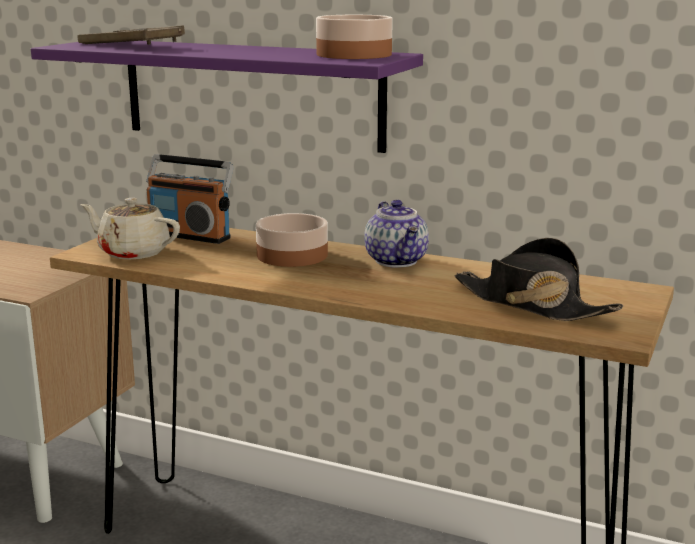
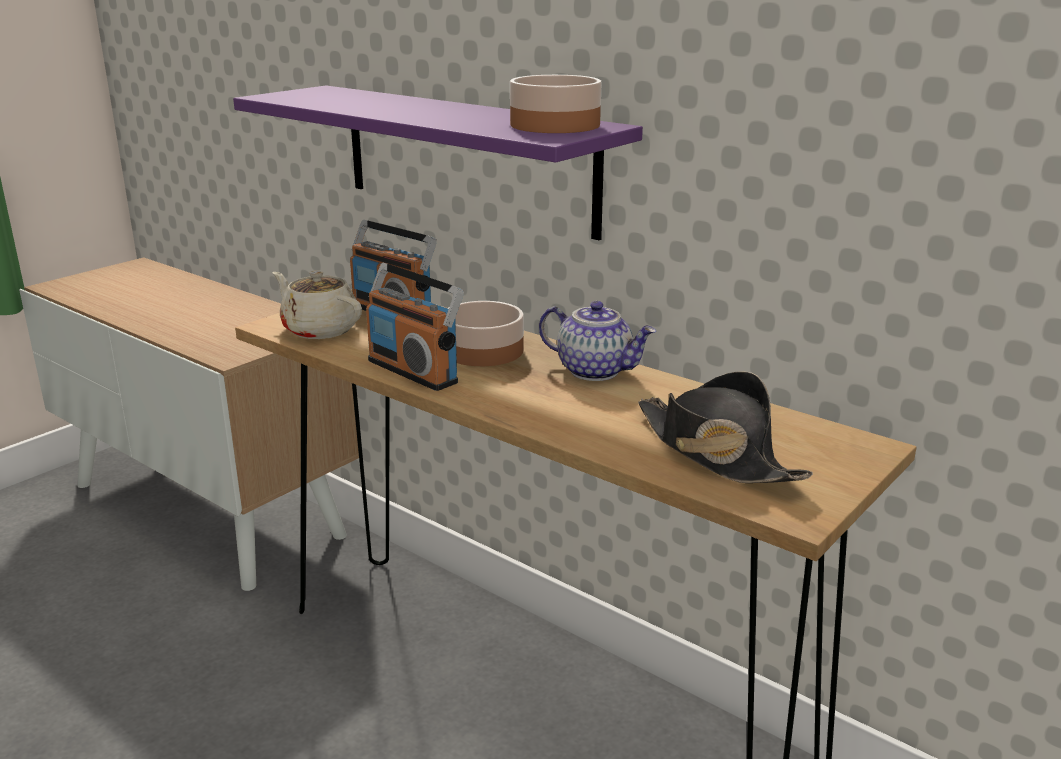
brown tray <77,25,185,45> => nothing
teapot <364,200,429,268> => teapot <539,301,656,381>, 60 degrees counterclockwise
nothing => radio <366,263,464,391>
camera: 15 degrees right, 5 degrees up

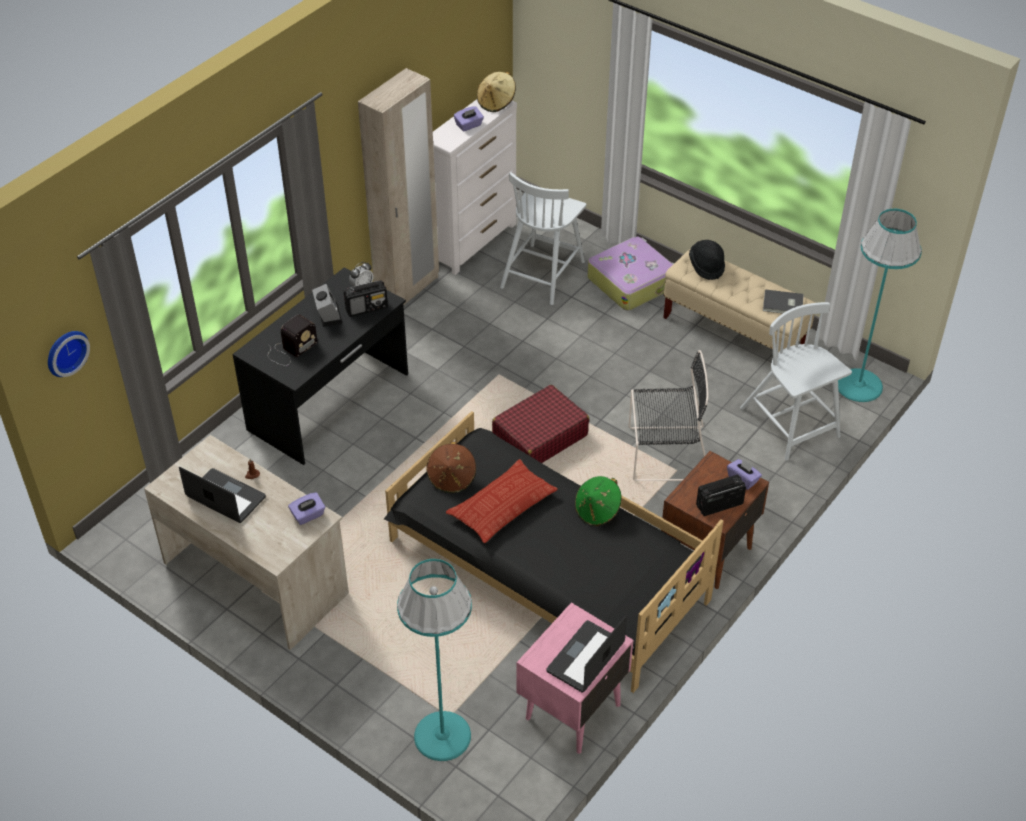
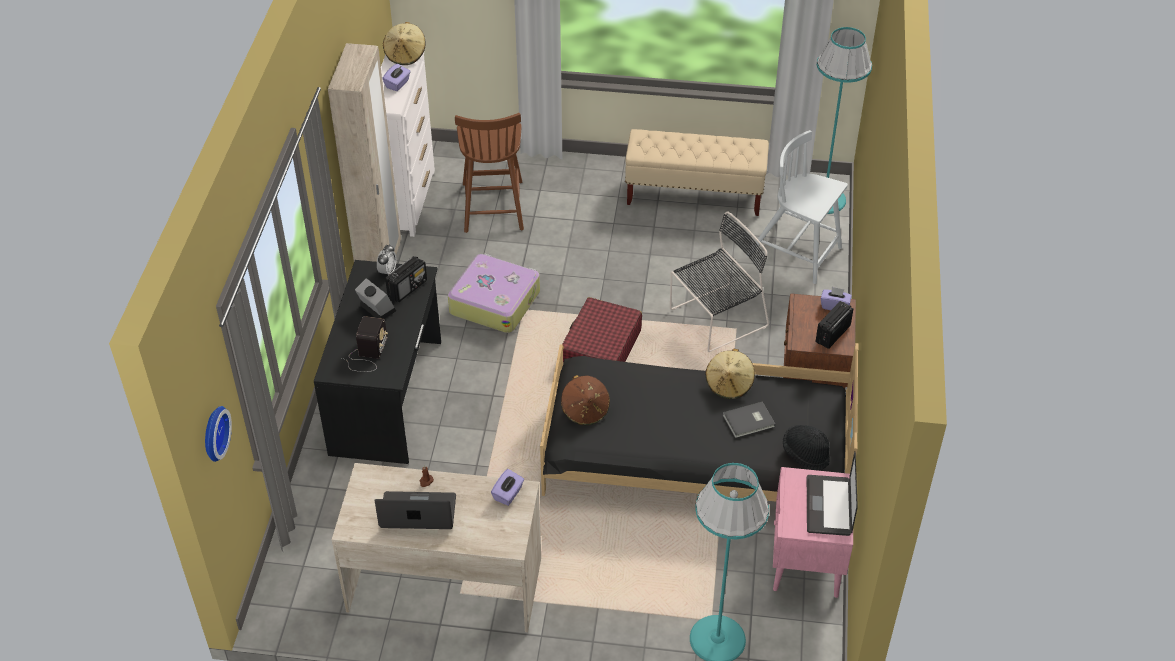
white chair <500,172,586,305> => brown chair <455,113,524,233>
suitcase <587,236,674,311> => suitcase <448,253,540,333>, moved
black hat <689,240,725,280> => black hat <783,425,830,471>, moved
grey book <763,289,804,313> => grey book <723,402,775,438>, moved
pillow <446,459,558,543> => nothing
green hat <575,476,622,526> => beige hat <706,348,755,399>
camera: 30 degrees left, 0 degrees up

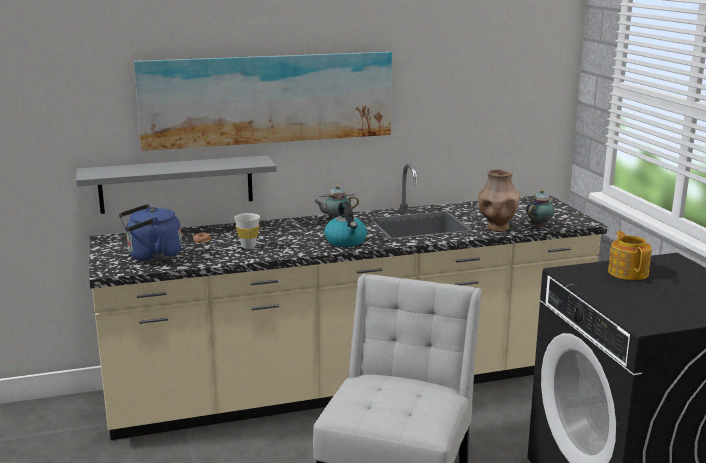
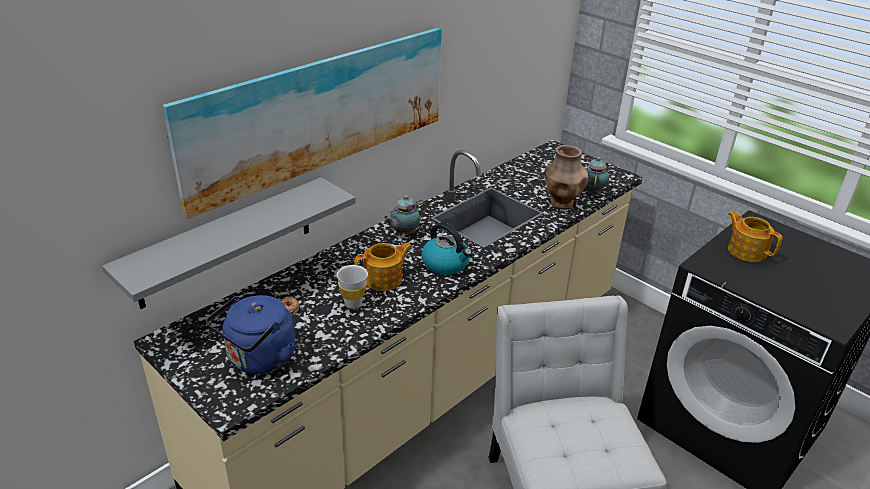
nothing => teapot <354,243,412,291>
camera: 30 degrees left, 15 degrees up

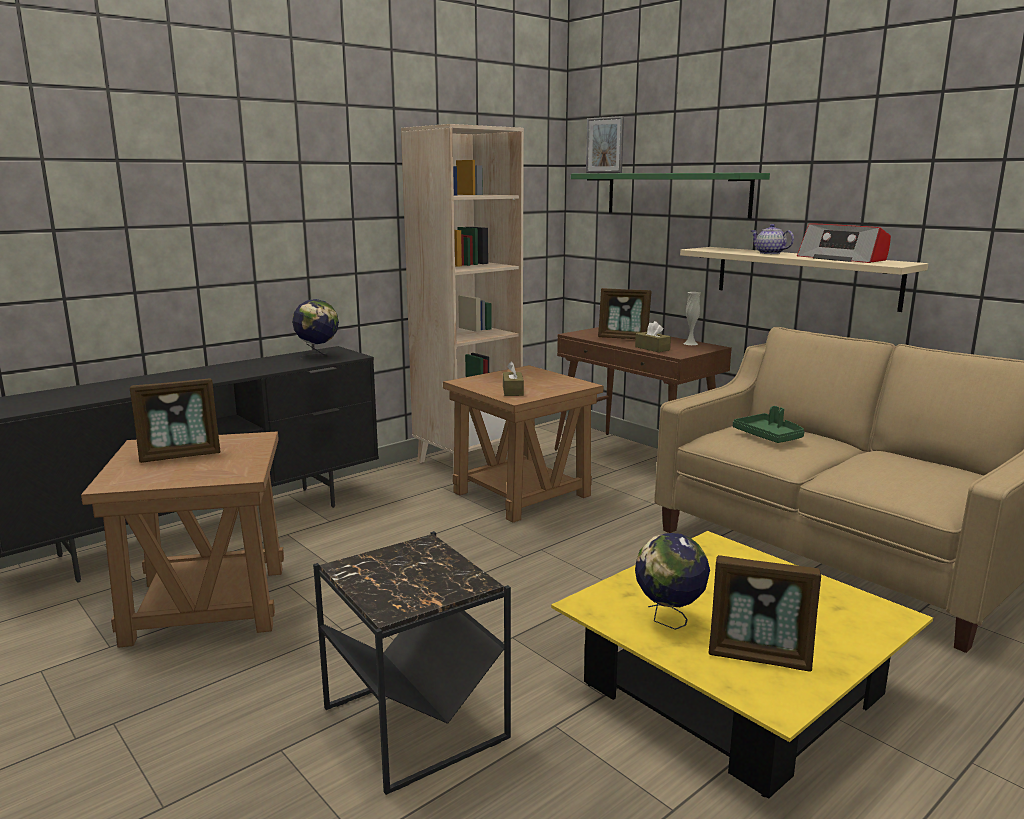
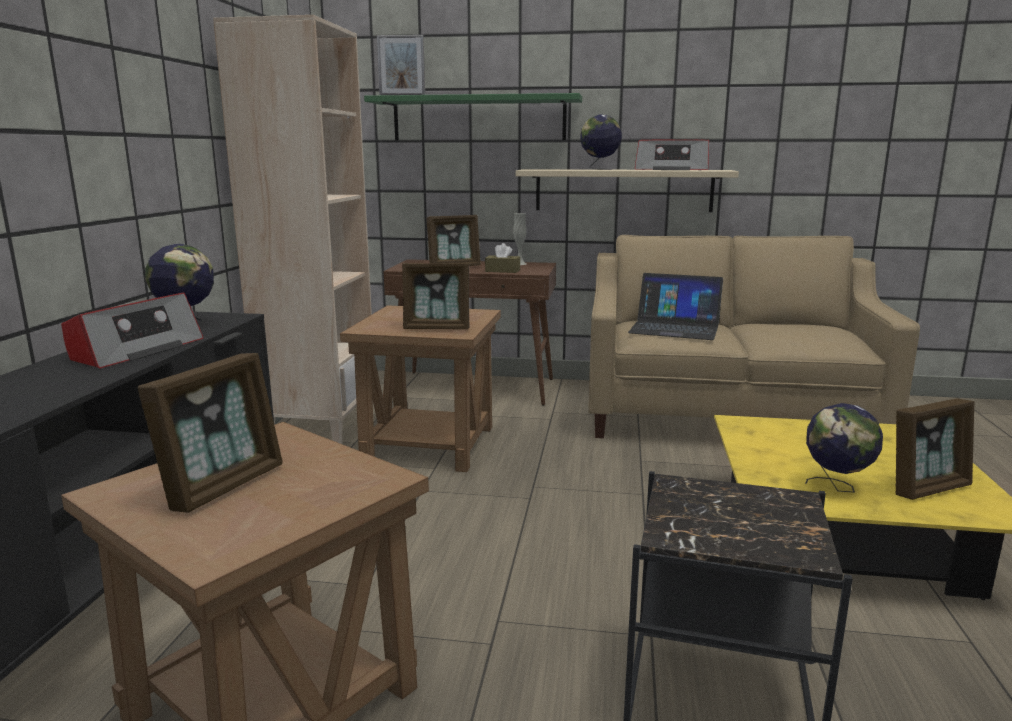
teapot <751,224,794,254> => globe <580,114,622,170>
brown tissue box <503,361,524,396> => picture frame <402,263,469,329>
green tray <733,406,805,443> => laptop <628,273,723,340>
nothing => radio <61,293,204,368>
camera: 40 degrees left, 0 degrees up

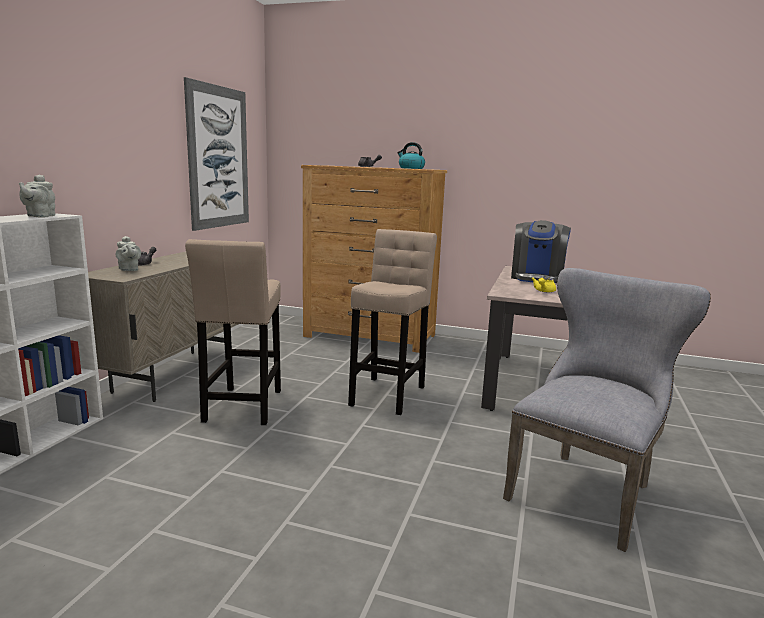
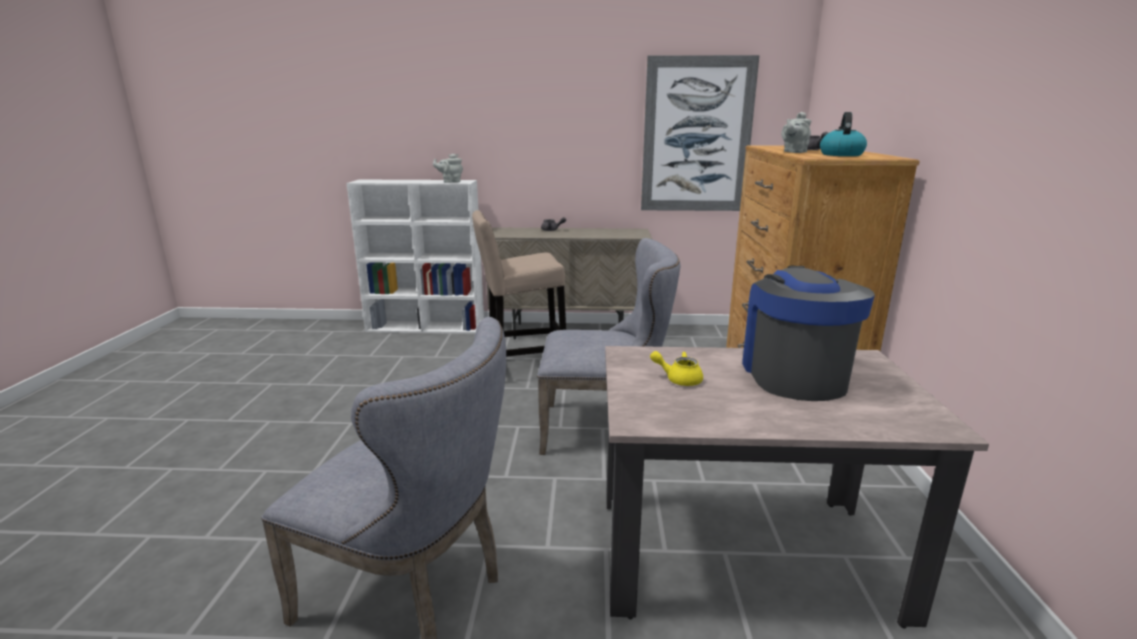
coffee machine <511,220,571,283> => coffee machine <742,266,875,401>, 90 degrees clockwise
beige stool <348,229,437,415> => grey chair <537,238,680,455>
grey teapot <116,236,141,271> => grey teapot <781,112,811,153>, moved
camera: 75 degrees right, 5 degrees up

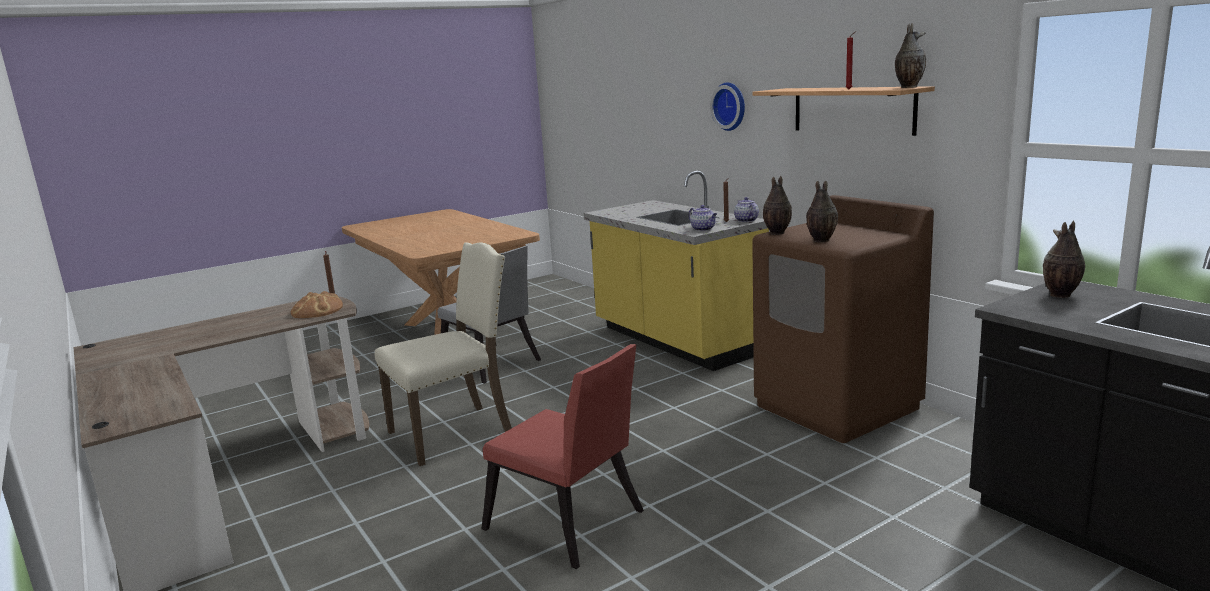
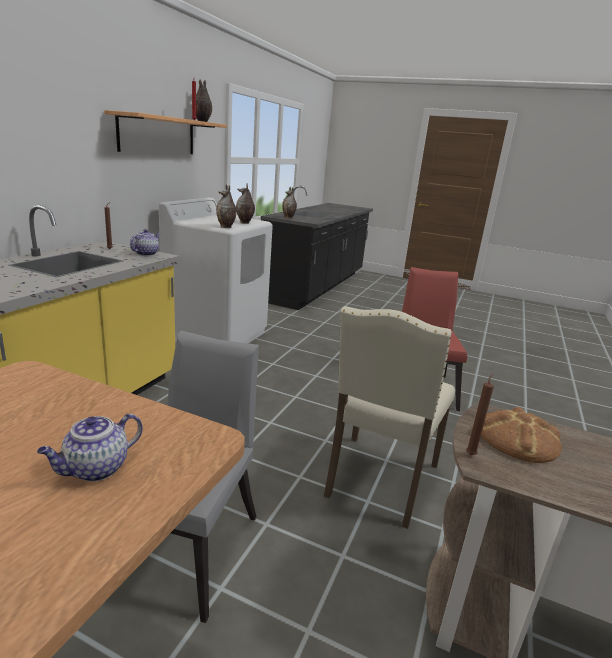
wall clock <710,83,745,131> => nothing
brown washing machine <752,195,934,443> => white washing machine <159,198,273,343>
teapot <734,197,759,222> => teapot <37,414,143,482>, moved
beige chair <375,242,512,466> => beige chair <324,306,455,529>, 90 degrees counterclockwise
camera: 125 degrees left, 5 degrees up

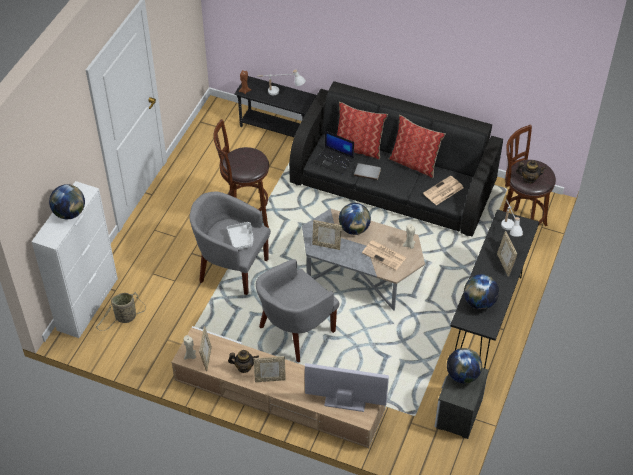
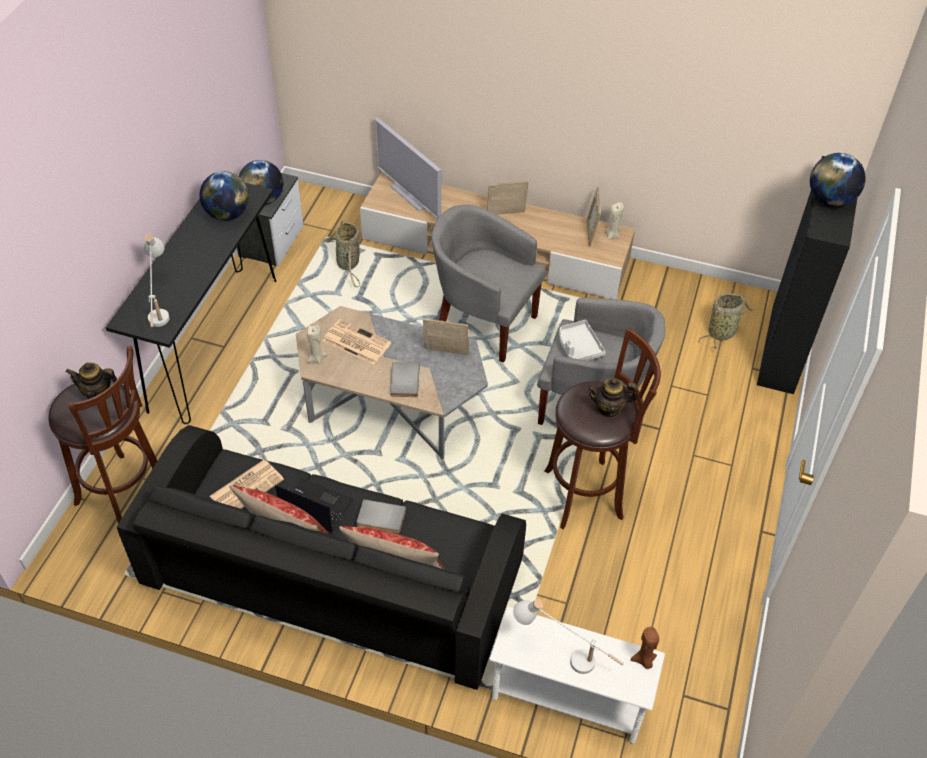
black side table <234,76,317,137> => white side table <489,607,665,744>
laptop <314,131,354,174> => laptop <275,478,354,532>, moved
white cabinet <32,181,118,338> => black cabinet <757,156,862,394>
globe <339,203,371,235> => grey book <390,362,420,397>
picture frame <497,231,517,276> => nothing
grey armchair <256,259,340,362> => grey armchair <432,205,547,363>, 105 degrees counterclockwise
teapot <228,350,259,373> => teapot <587,378,638,418>, moved
television <305,363,389,412> => television <375,118,441,219>, 45 degrees clockwise
nothing => basket <327,219,360,287>
camera: 175 degrees right, 0 degrees up

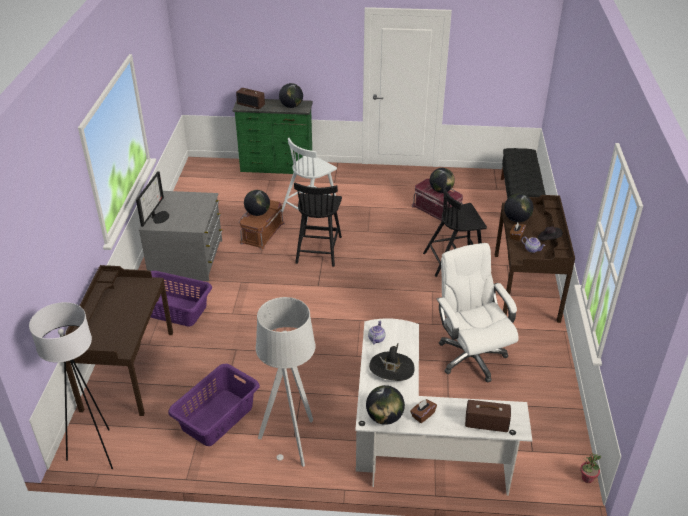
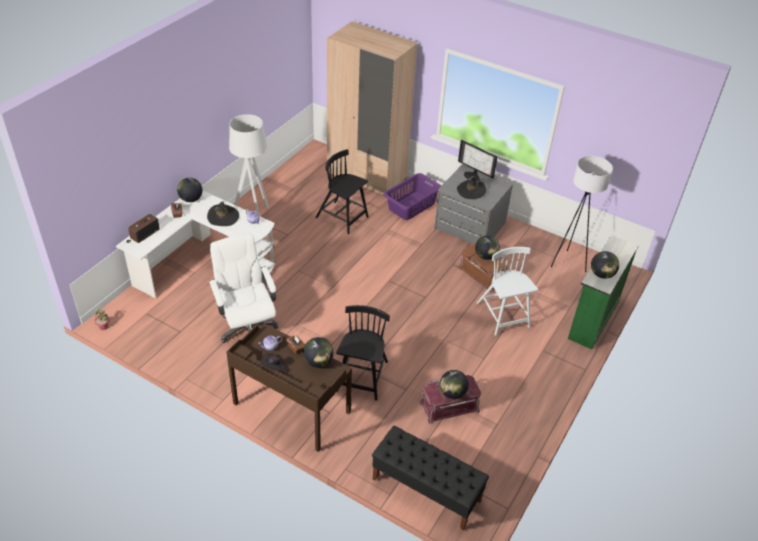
radio <236,88,265,109> => nothing
black chair <294,183,342,267> => black chair <315,149,368,234>, moved
white office chair <436,243,518,383> => white office chair <209,234,278,343>, 120 degrees counterclockwise
brown desk <64,265,173,416> => beige wardrobe <327,21,418,195>
white floor lamp <29,302,113,469> => white floor lamp <551,156,613,272>, moved
purple laundry basket <168,364,260,446> => nothing
nothing => black hat <457,176,487,199>
camera: 115 degrees right, 5 degrees up

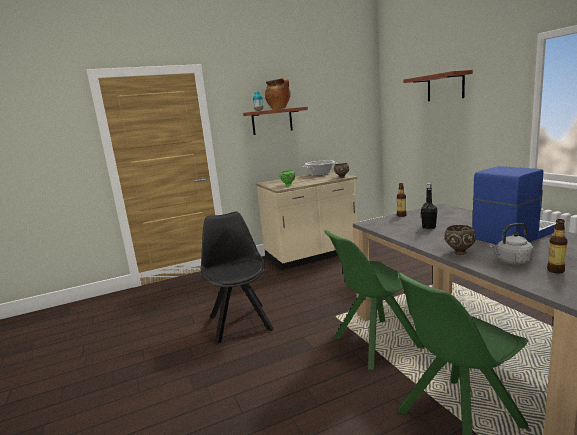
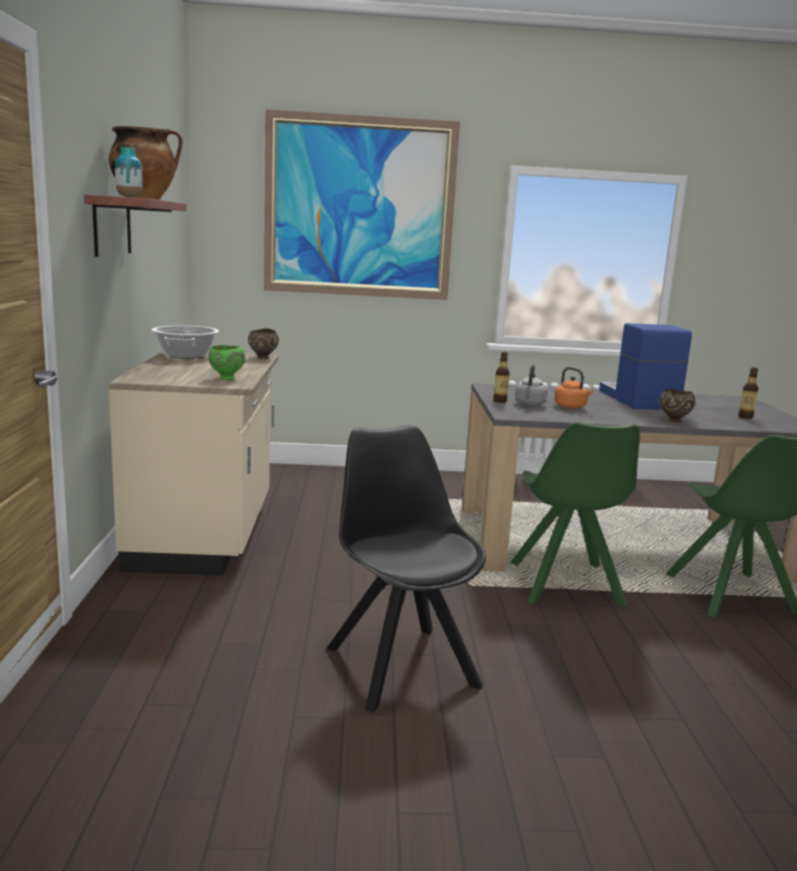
shelf <403,70,473,101> => picture <264,109,460,300>
black bottle <421,183,437,229> => orange kettle <554,367,593,409>
black chair <201,211,274,344> => black chair <327,425,486,713>, 60 degrees clockwise
grey kettle <489,223,534,265> => grey kettle <515,364,548,406>, moved
camera: 70 degrees left, 0 degrees up

